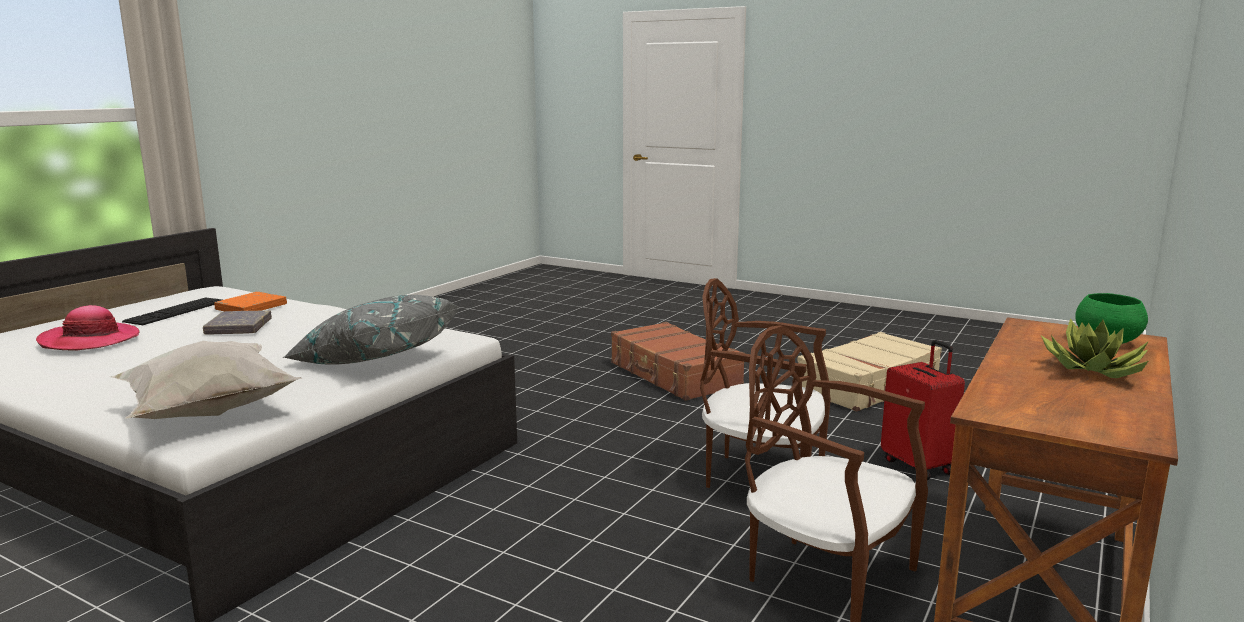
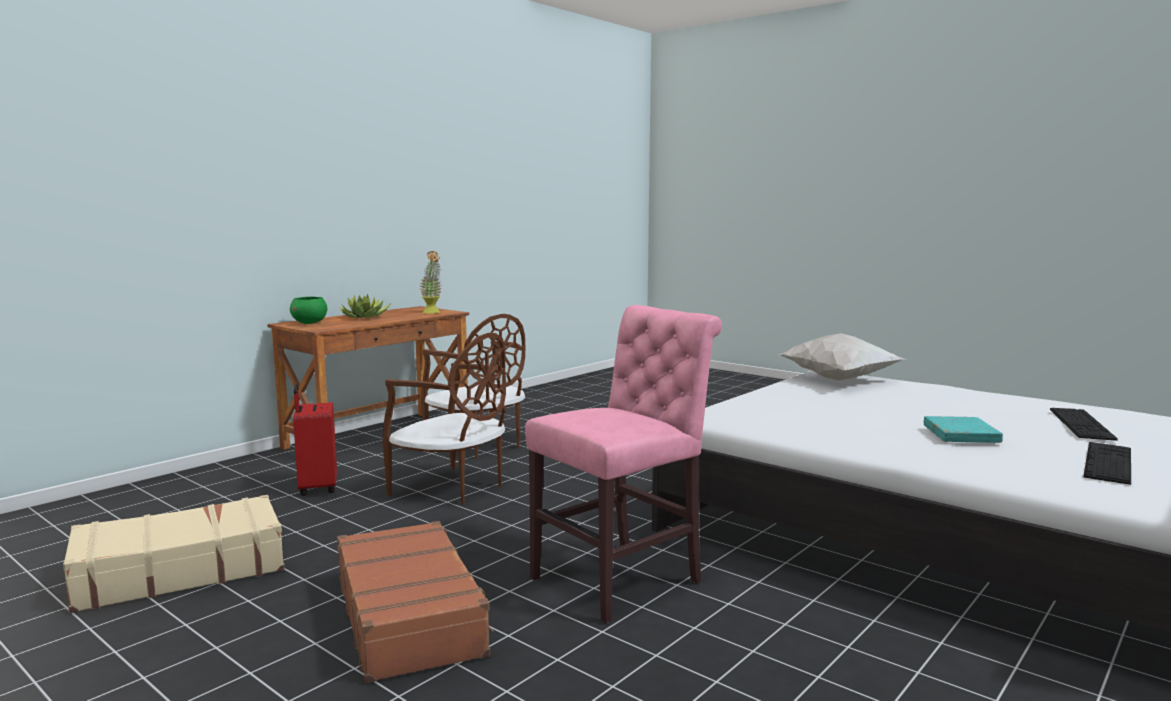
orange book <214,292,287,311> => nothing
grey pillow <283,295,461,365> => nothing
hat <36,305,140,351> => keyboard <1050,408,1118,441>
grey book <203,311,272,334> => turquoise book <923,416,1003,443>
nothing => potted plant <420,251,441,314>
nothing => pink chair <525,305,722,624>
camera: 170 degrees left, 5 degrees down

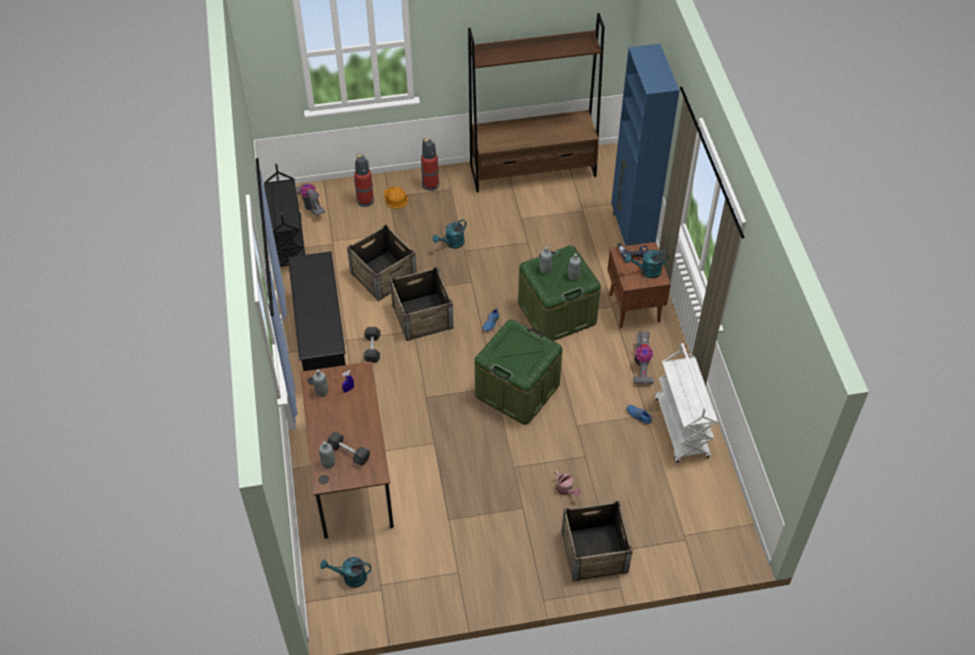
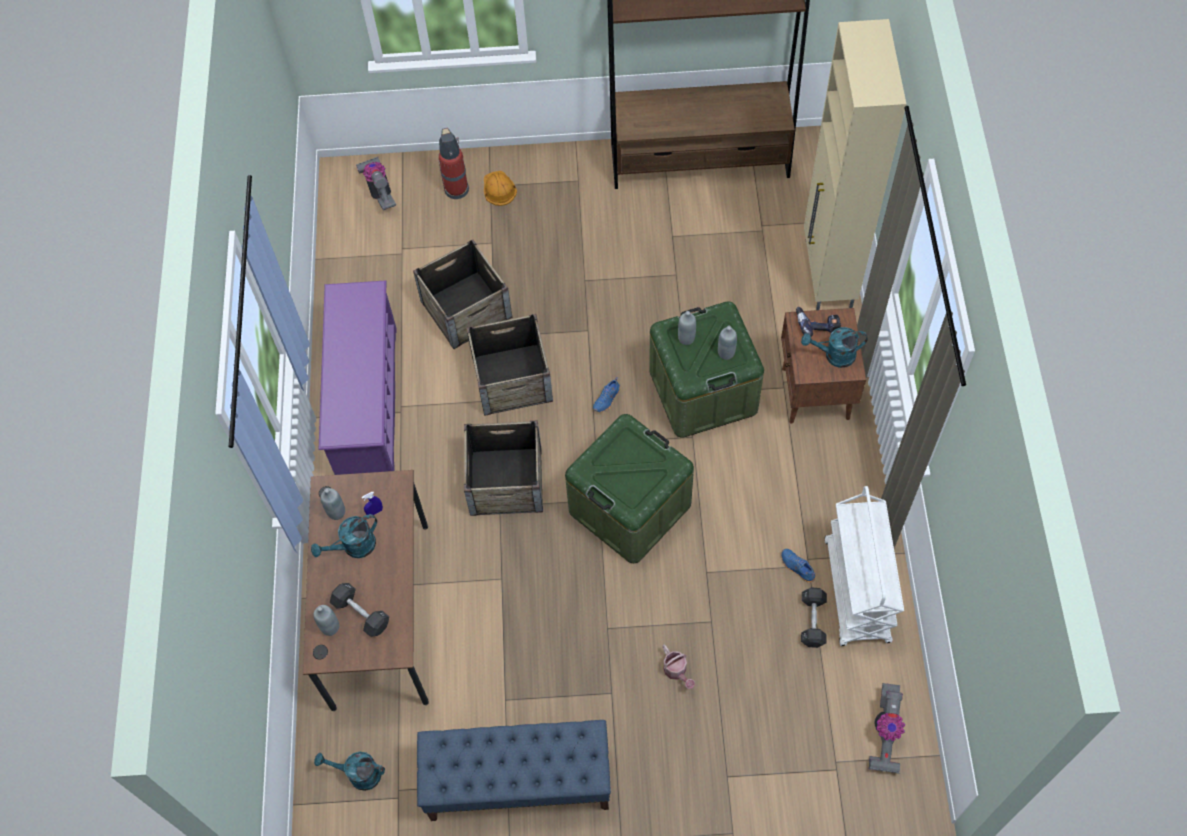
blue cabinet <611,44,679,246> => beige cabinet <804,19,906,310>
fire extinguisher <421,138,439,191> => nothing
black cart <264,164,305,267> => nothing
turquoise watering can <433,219,466,249> => turquoise watering can <311,514,377,558>, moved
black shoe rack <288,251,346,371> => purple shoe rack <318,280,396,475>
black dumbbell <364,327,381,363> => black dumbbell <801,587,827,648>, moved
vacuum cleaner <634,331,653,384> => vacuum cleaner <869,683,905,774>, moved
crate <562,501,633,581> => crate <464,421,543,516>, moved
nothing => blue bench <417,720,611,821>
camera: 10 degrees right, 10 degrees up

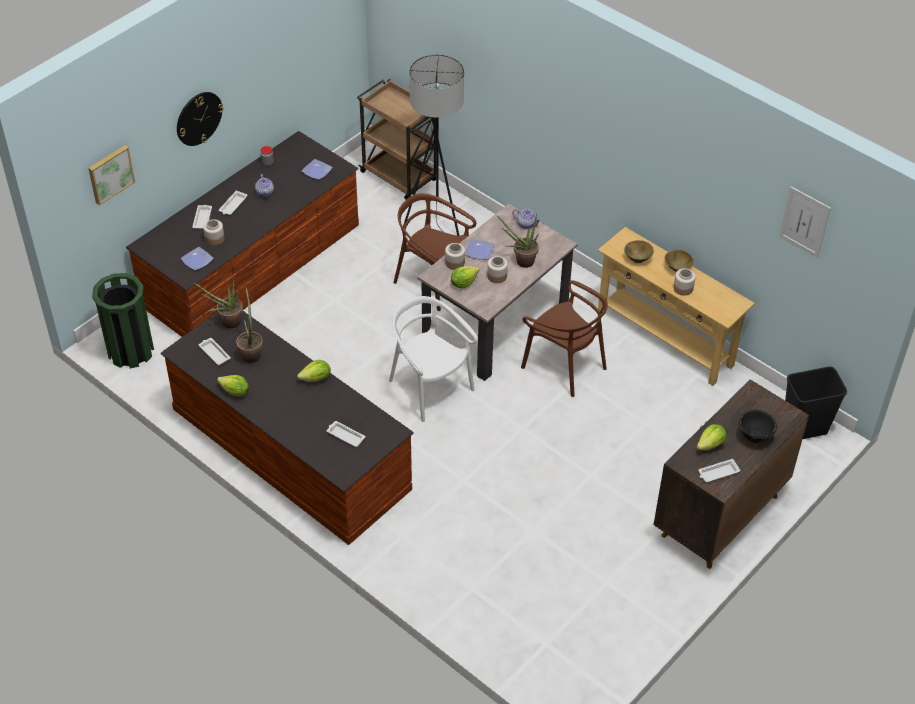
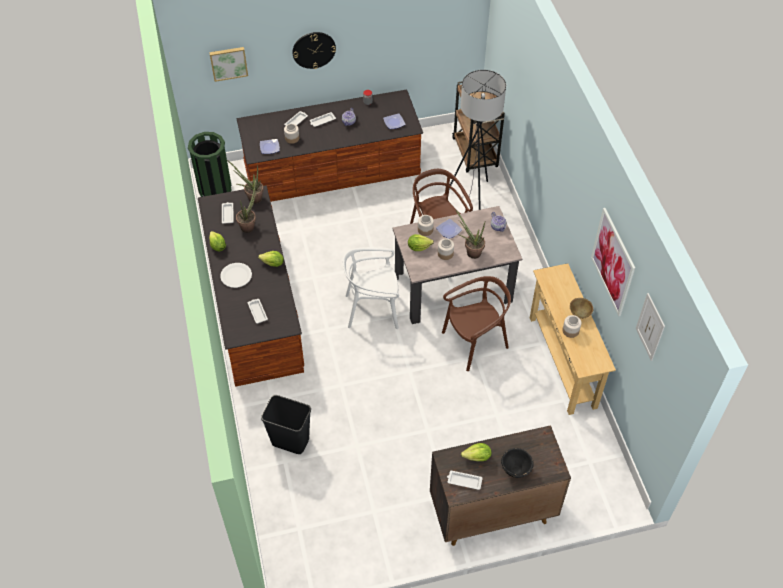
brown bowl <624,240,654,263> => nothing
brown chair <521,280,608,397> => brown chair <442,276,511,371>, 105 degrees counterclockwise
white chair <389,296,478,422> => white chair <343,247,399,329>, 90 degrees counterclockwise
black trash can <785,367,847,439> => black trash can <261,395,311,454>, moved
nothing => picture <591,208,635,316>
nothing => white plate <220,263,252,288>
camera: 35 degrees right, 5 degrees up

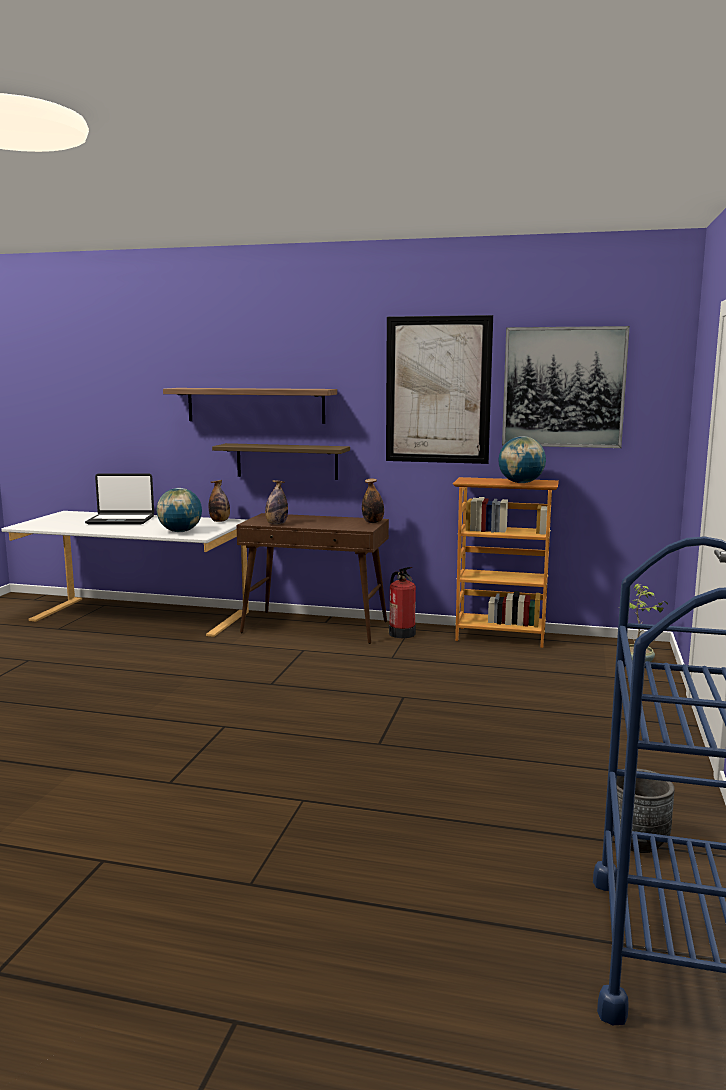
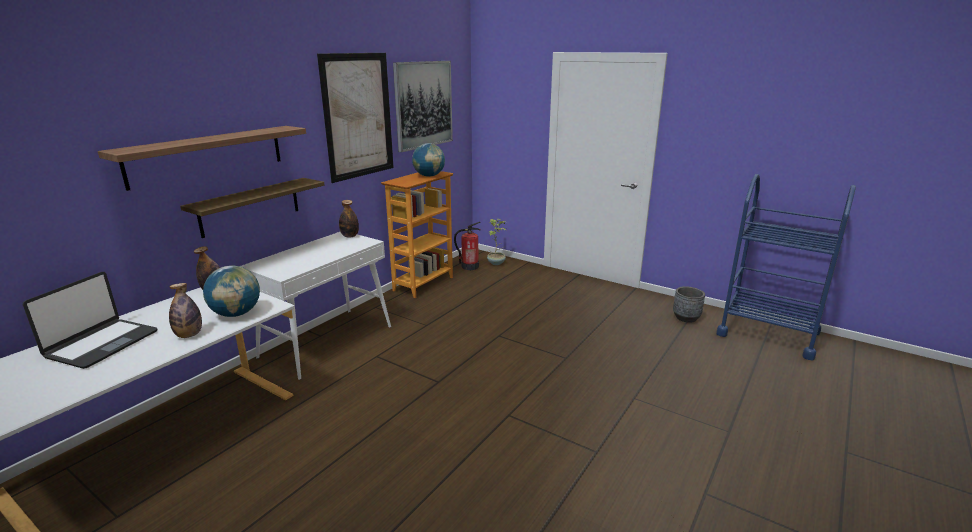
bottle <265,480,288,525> => bottle <169,283,202,338>, moved
brown console table <236,513,389,644> => white console table <240,232,391,380>
fire extinguisher <389,567,416,638> => fire extinguisher <454,222,481,270>, moved
camera: 70 degrees left, 10 degrees up

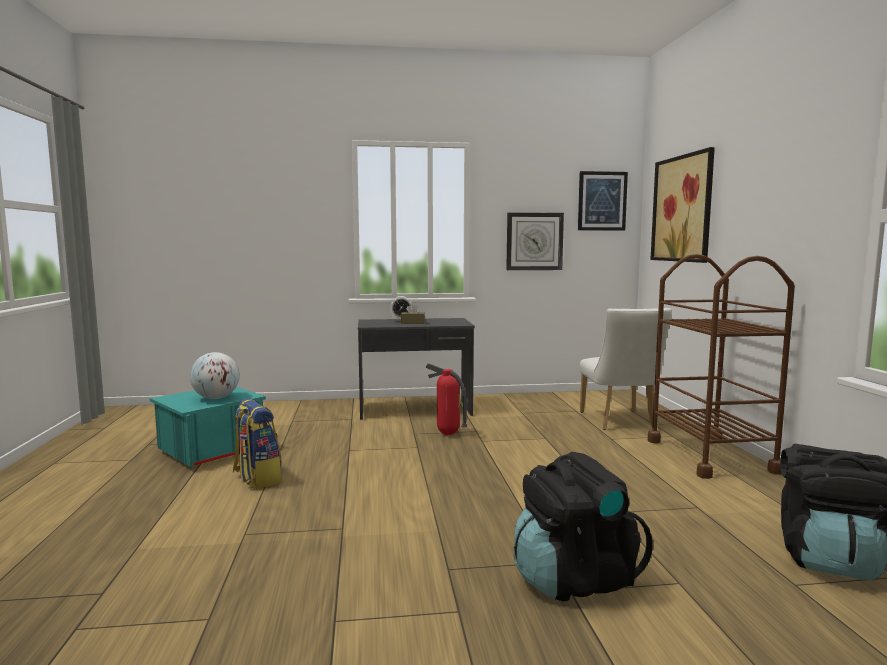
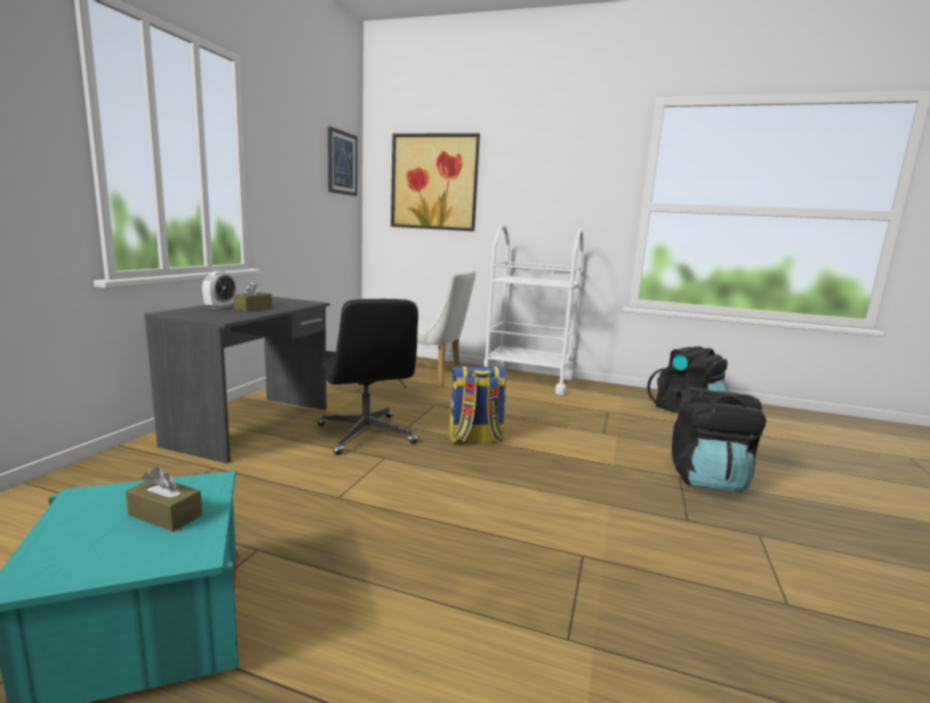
wall clock <506,212,564,270> => nothing
brown cart <648,254,795,479> => white cart <485,225,583,395>
globe <190,352,240,399> => brown tissue box <126,467,202,532>
fire extinguisher <426,364,467,435> => black office chair <317,299,418,455>
backpack <233,398,282,489> => backpack <450,366,507,443>, moved
camera: 65 degrees left, 5 degrees up

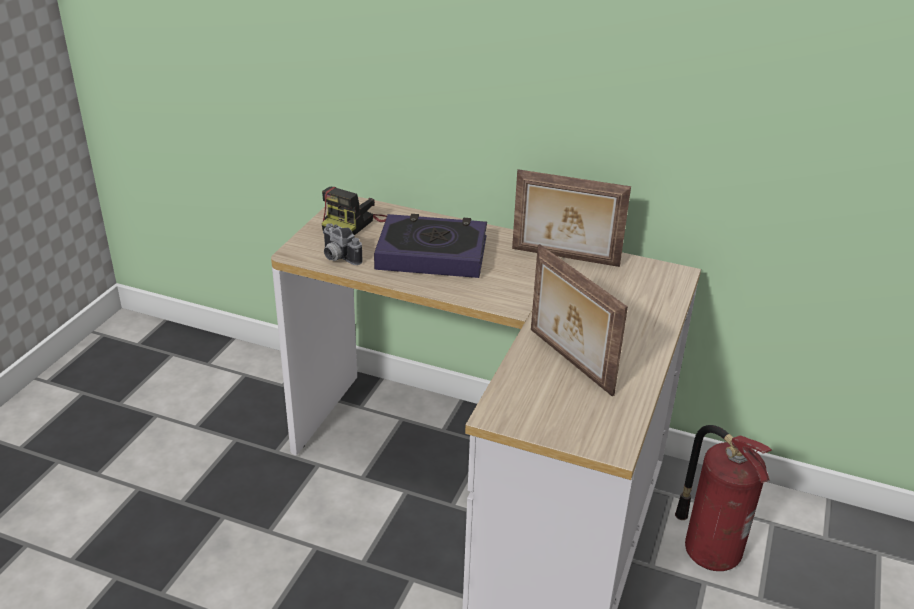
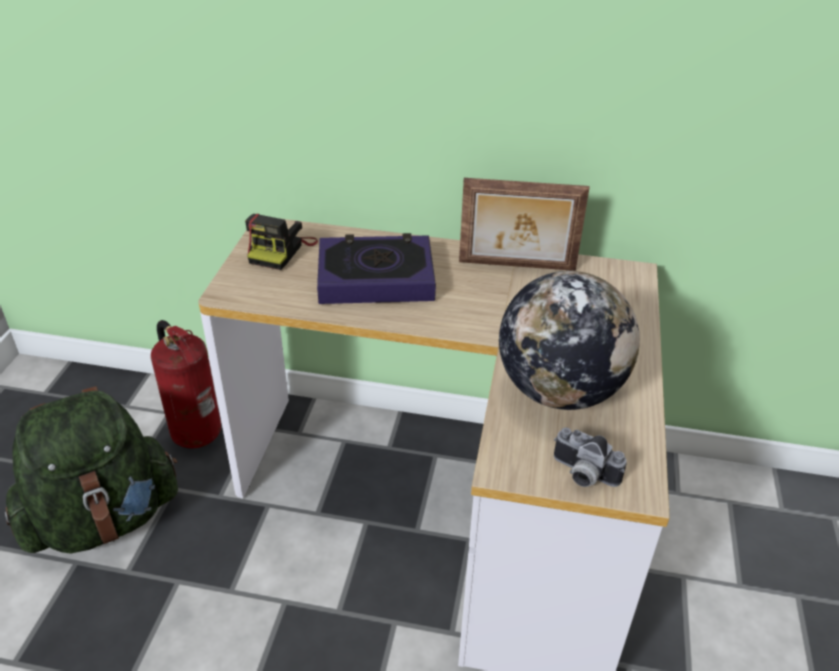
photo camera <323,223,363,265> => photo camera <554,427,627,487>, moved
picture frame <531,244,628,396> => globe <499,271,640,410>
fire extinguisher <675,425,772,571> => fire extinguisher <151,320,221,449>, moved
nothing => green backpack <5,386,178,554>
camera: 10 degrees left, 5 degrees up

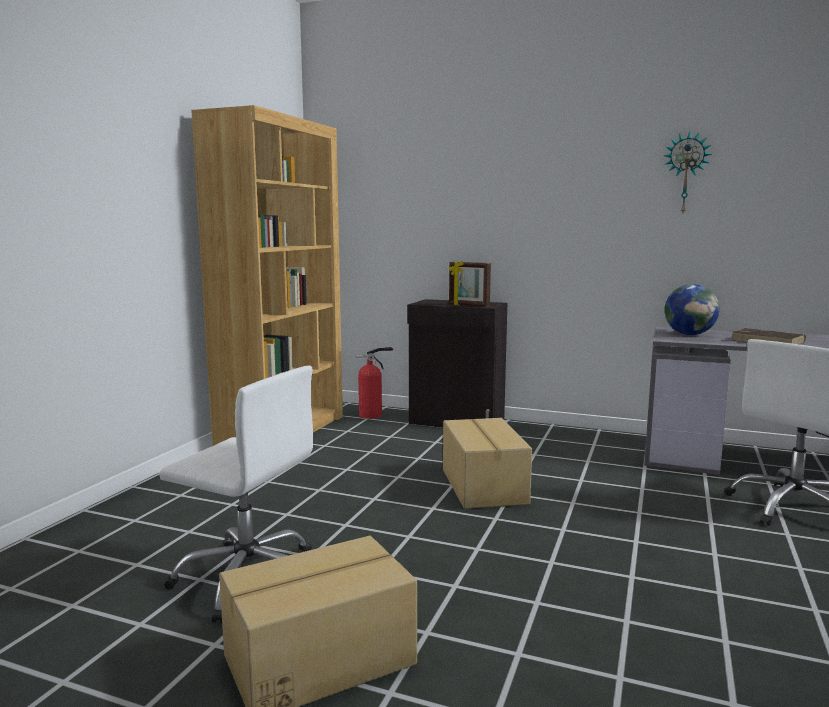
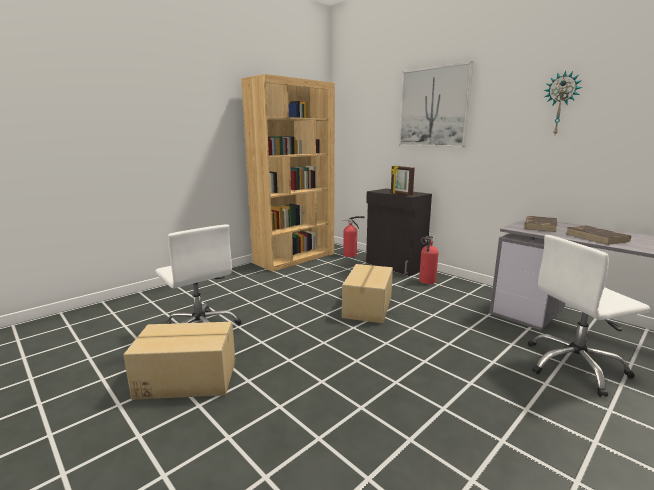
globe <664,284,720,335> => brown book <525,216,558,232>
nothing => picture <399,61,473,147>
nothing => fire extinguisher <419,236,439,284>
camera: 25 degrees right, 5 degrees up

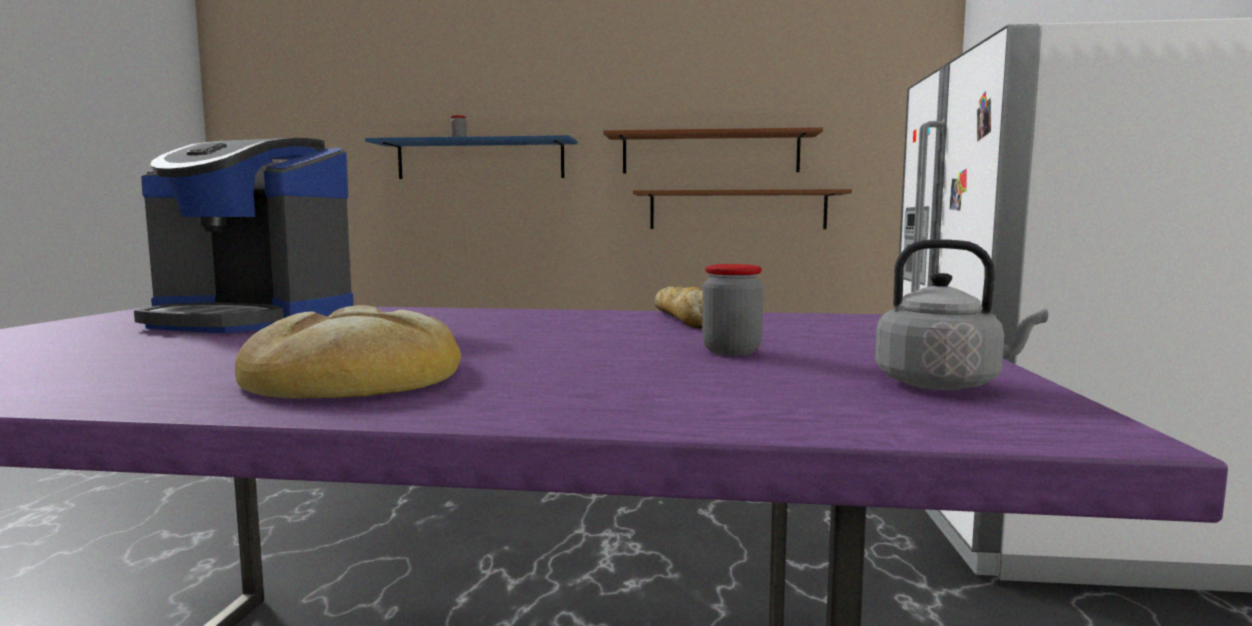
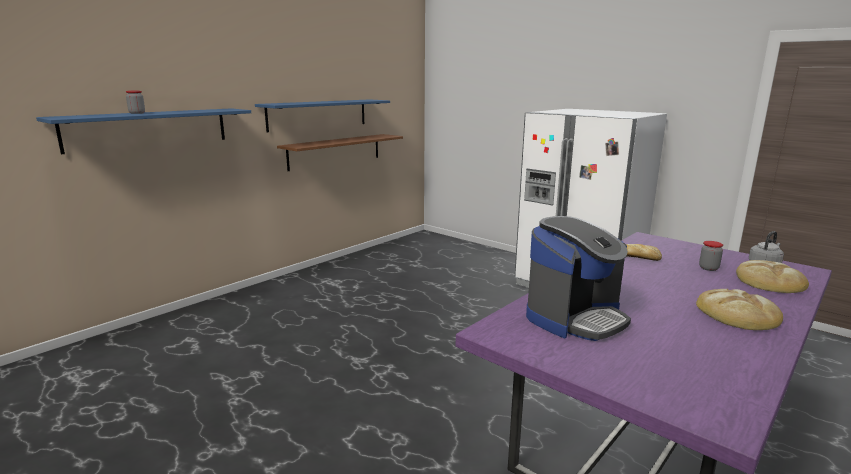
brown shelf <603,127,823,173> => blue shelf <255,99,390,132>
nothing => bread <736,260,809,293>
camera: 55 degrees left, 10 degrees up

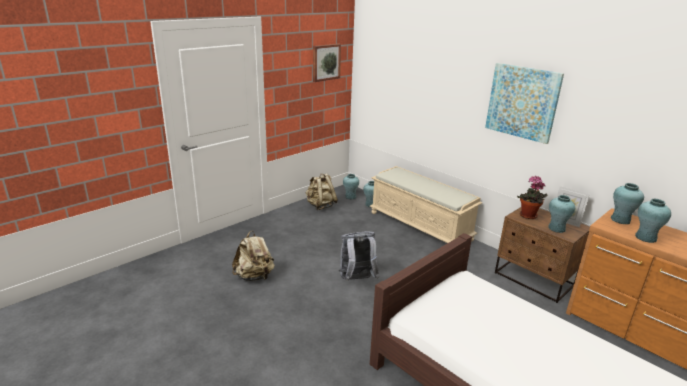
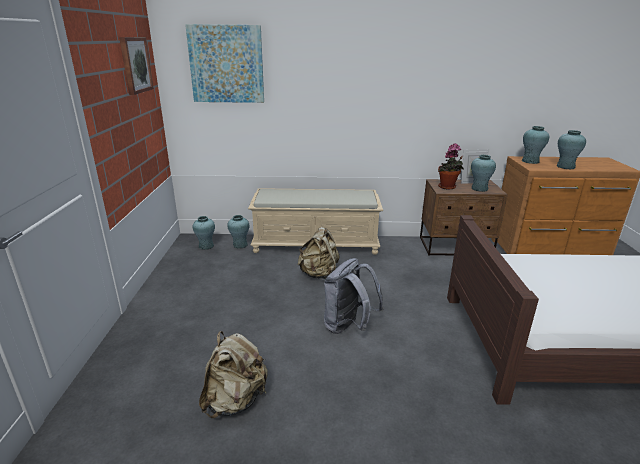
picture <485,63,564,144> => picture <185,24,264,103>, moved
beige backpack <306,173,338,210> => beige backpack <298,227,340,280>, moved
camera: 45 degrees left, 0 degrees up

